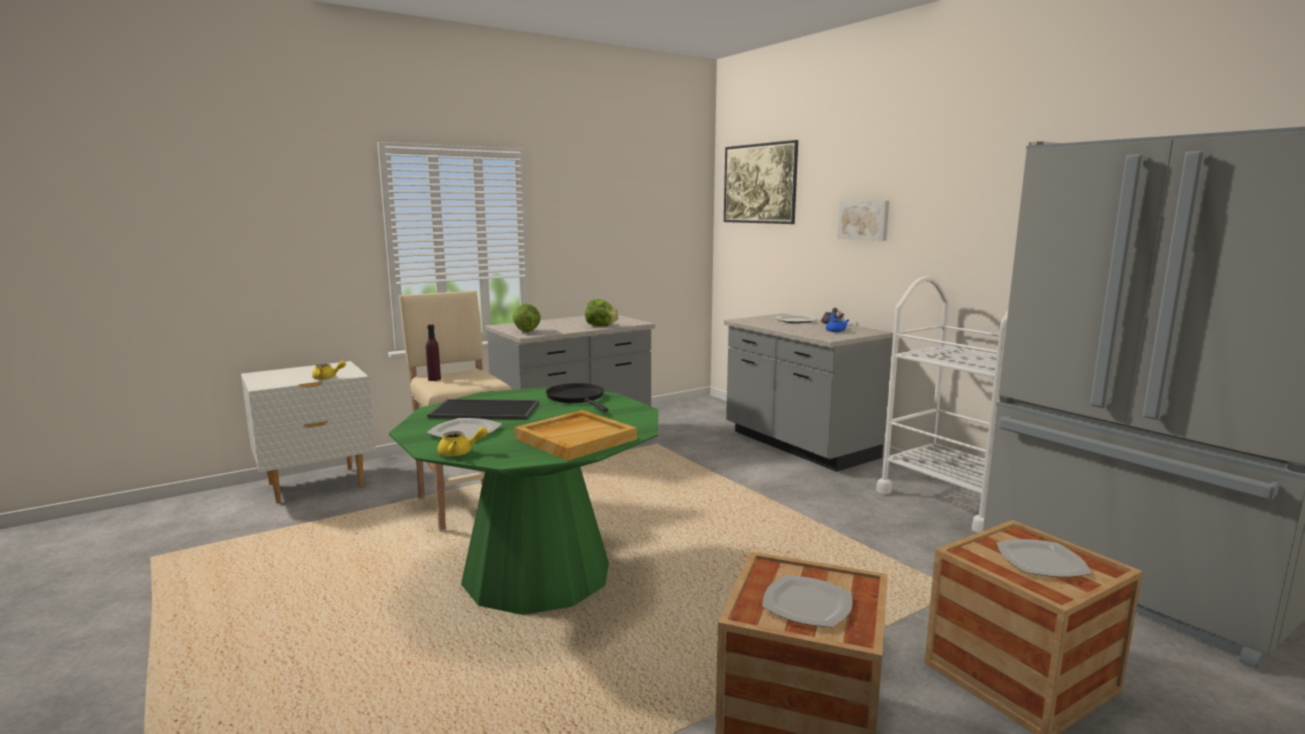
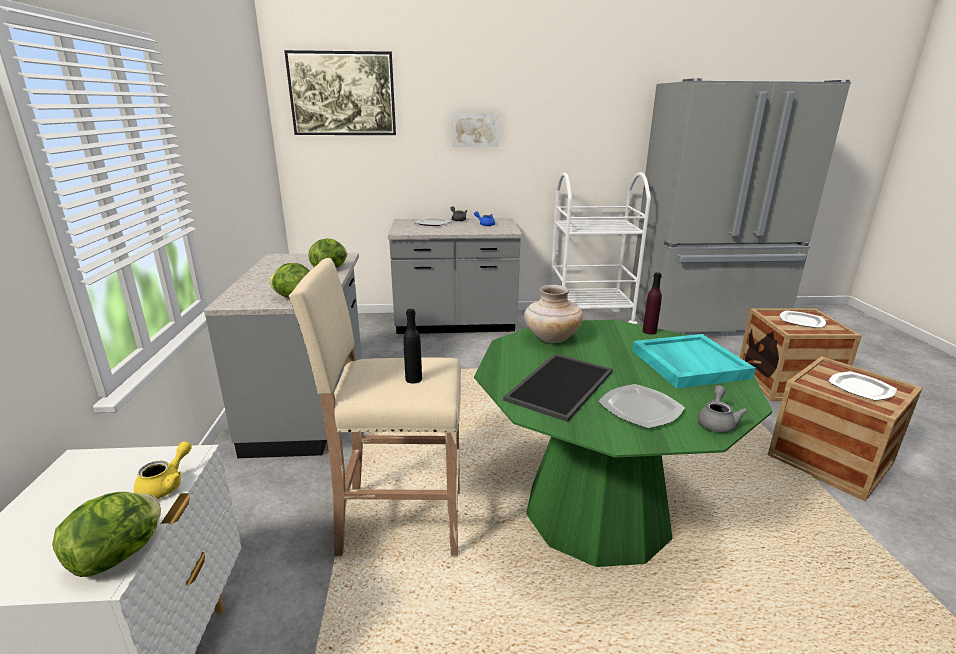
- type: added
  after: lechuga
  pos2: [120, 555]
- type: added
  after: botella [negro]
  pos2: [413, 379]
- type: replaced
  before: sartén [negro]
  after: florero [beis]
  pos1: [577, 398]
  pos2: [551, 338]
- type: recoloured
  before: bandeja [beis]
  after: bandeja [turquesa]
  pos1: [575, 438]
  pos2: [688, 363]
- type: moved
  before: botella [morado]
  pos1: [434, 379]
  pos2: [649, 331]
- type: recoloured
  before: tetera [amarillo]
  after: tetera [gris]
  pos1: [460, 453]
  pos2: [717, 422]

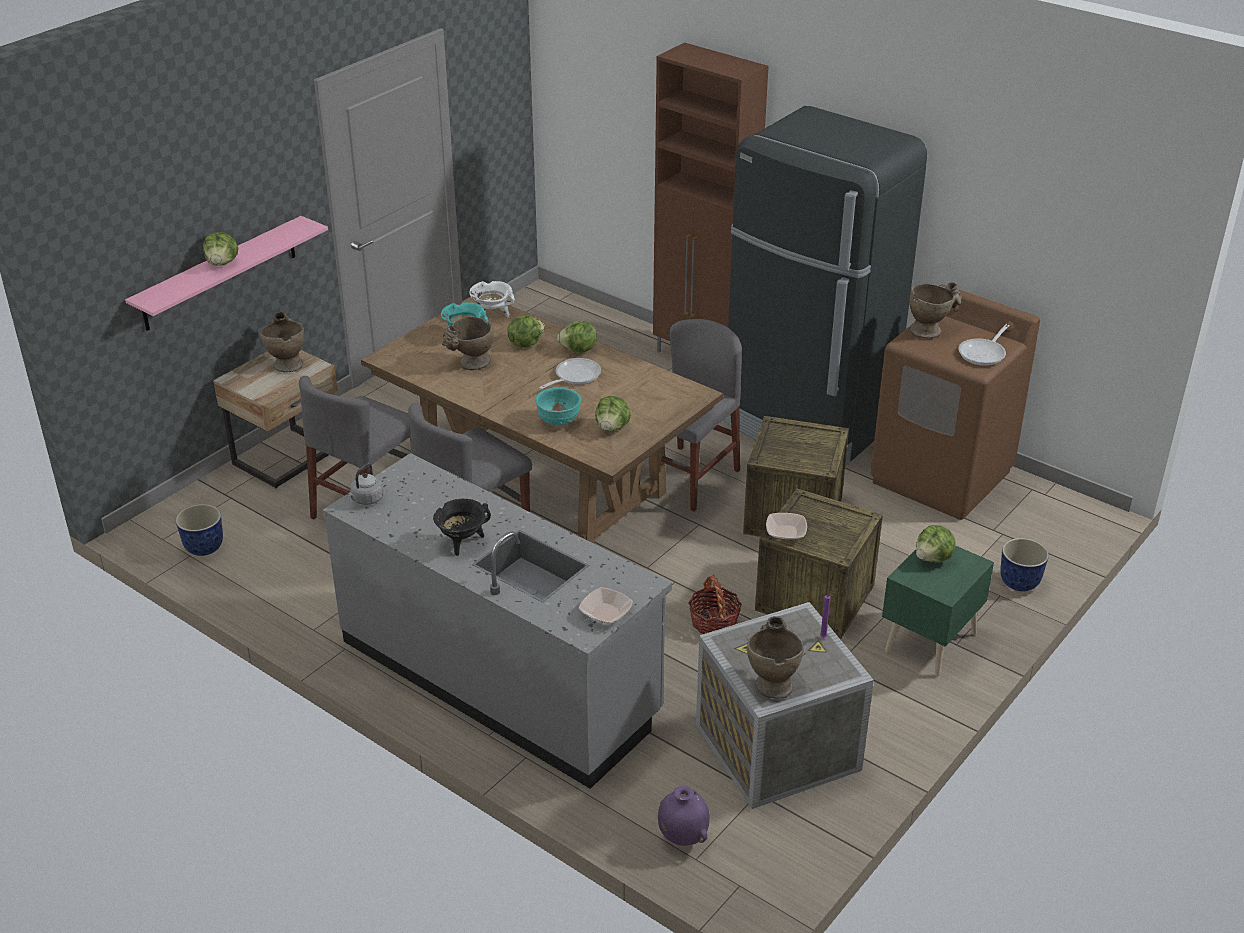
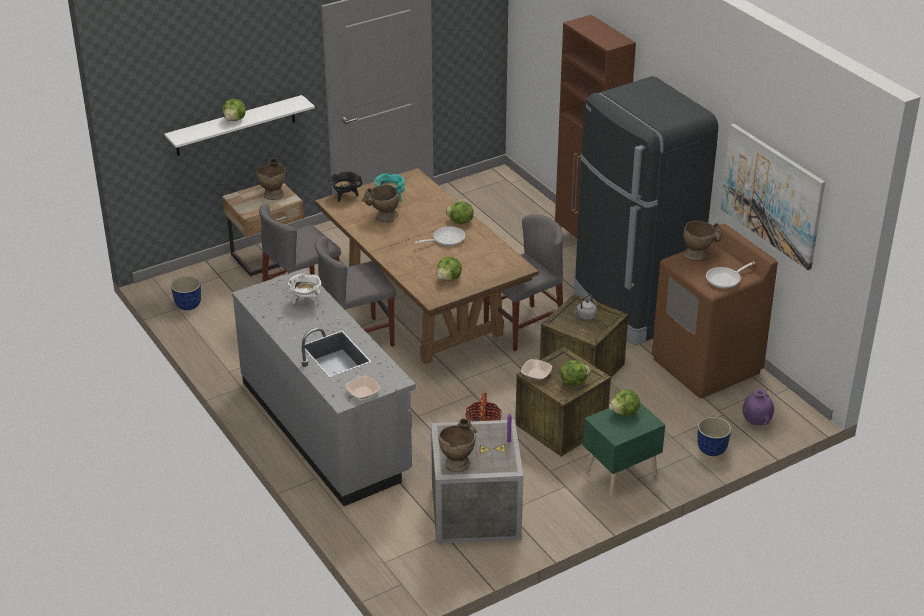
- type: recoloured
  before: estante [rosa]
  after: estante [blanco]
  pos1: [220, 273]
  pos2: [235, 126]
- type: moved
  before: olla [blanco]
  pos1: [492, 315]
  pos2: [306, 301]
- type: moved
  before: olla [negro]
  pos1: [462, 542]
  pos2: [345, 196]
- type: moved
  before: lechuga
  pos1: [525, 343]
  pos2: [574, 381]
- type: moved
  before: hervidor [gris]
  pos1: [366, 500]
  pos2: [585, 317]
- type: added
  after: cuadro
  pos2: [772, 195]
- type: moved
  before: florero [morado]
  pos1: [682, 836]
  pos2: [756, 422]
- type: removed
  before: cuenco [turquesa]
  pos1: [559, 421]

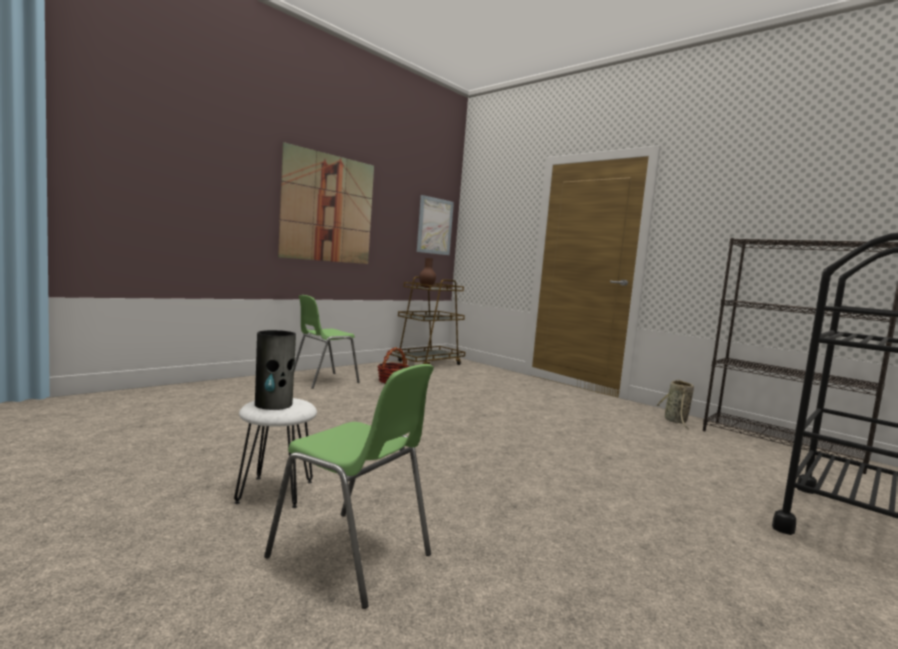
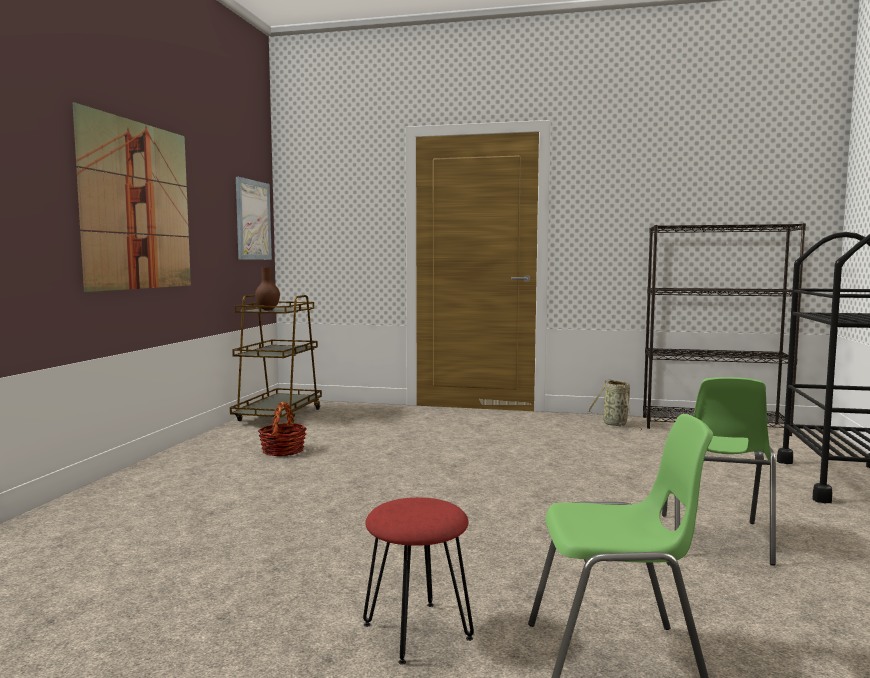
- type: recoloured
  before: taburete [blanco]
  after: taburete [rojo]
  pos1: [275, 492]
  pos2: [417, 632]
- type: moved
  before: silla [verde]
  pos1: [323, 381]
  pos2: [714, 539]
- type: removed
  before: florero
  pos1: [274, 404]

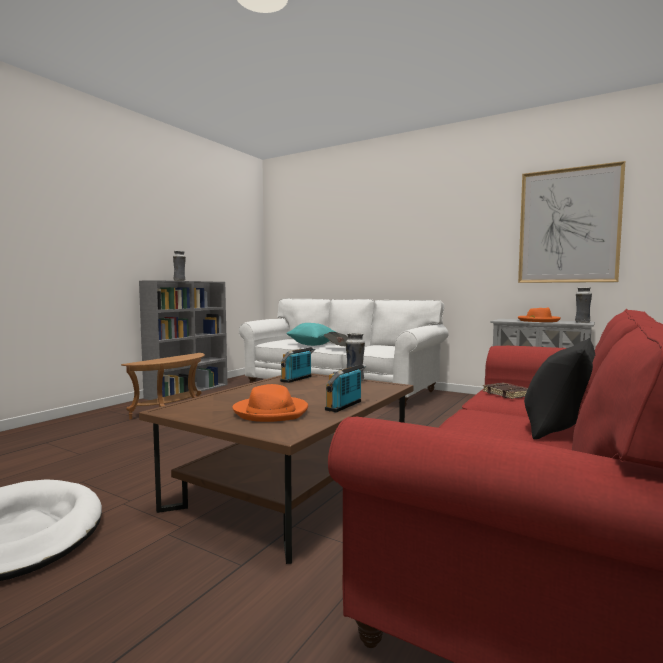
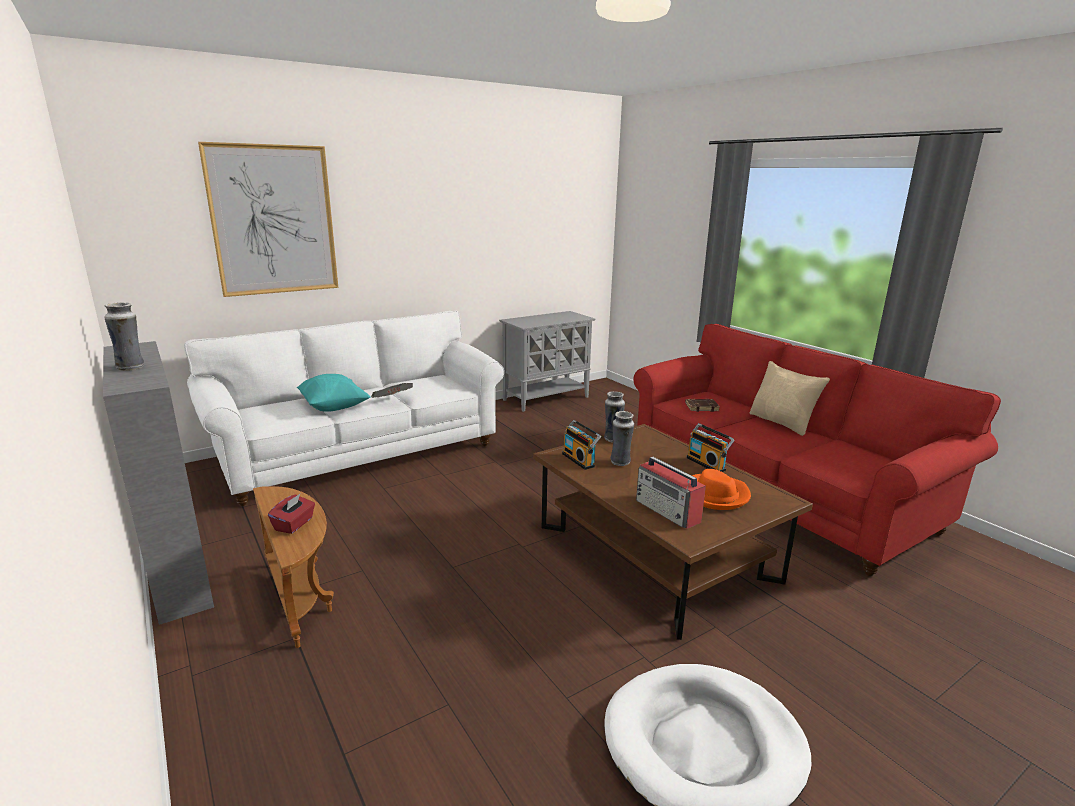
- type: moved
  before: cuadro
  pos1: [568, 226]
  pos2: [273, 220]
- type: added
  after: caja de pañuelos [rojo]
  pos2: [294, 524]
- type: moved
  before: florero
  pos1: [582, 322]
  pos2: [620, 462]
- type: added
  after: radio
  pos2: [668, 511]
- type: recoloured
  before: cojín [negro]
  after: cojín [beis]
  pos1: [560, 429]
  pos2: [782, 423]
- type: removed
  before: sombrero [naranja]
  pos1: [538, 321]

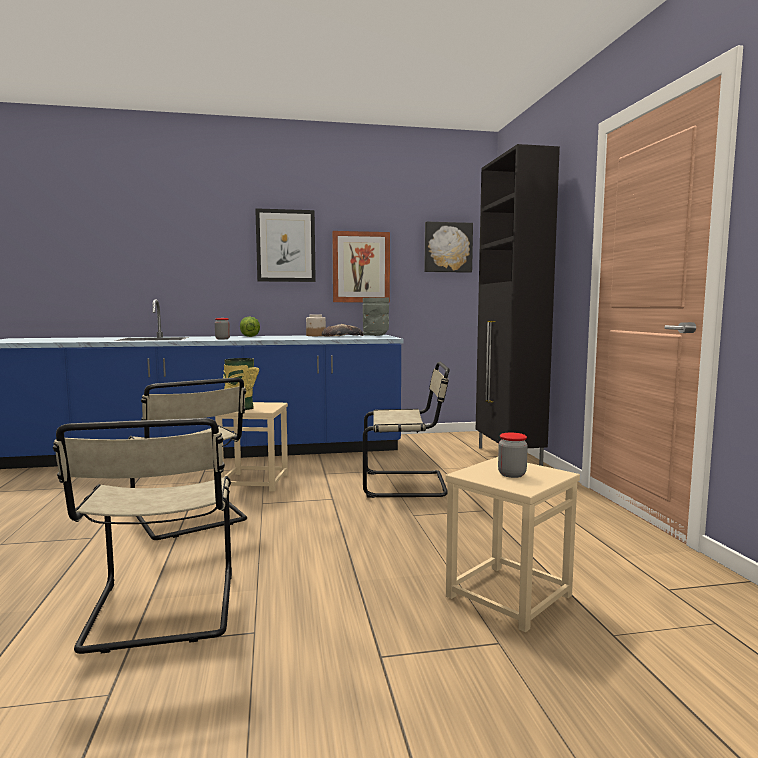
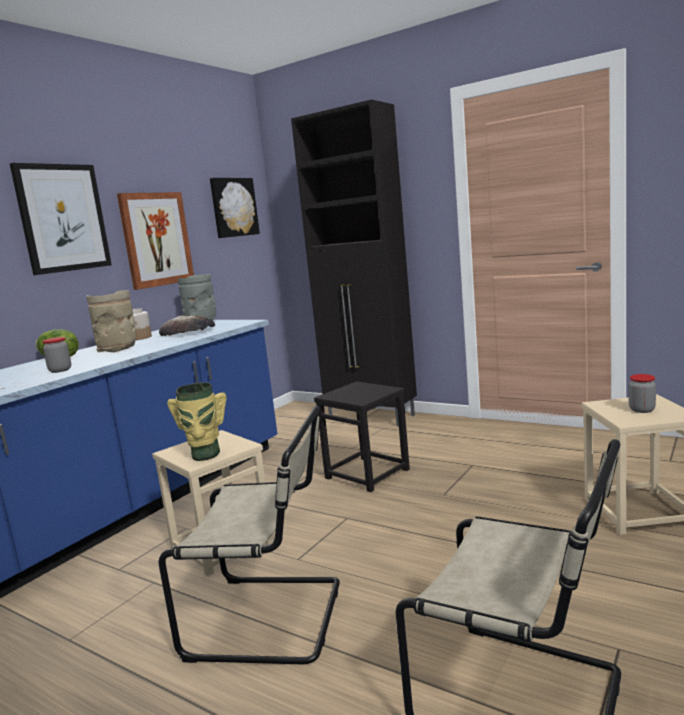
- type: added
  after: florero [beis]
  pos2: [118, 350]
- type: replaced
  before: silla [beis]
  after: taburete [negro]
  pos1: [408, 484]
  pos2: [367, 473]

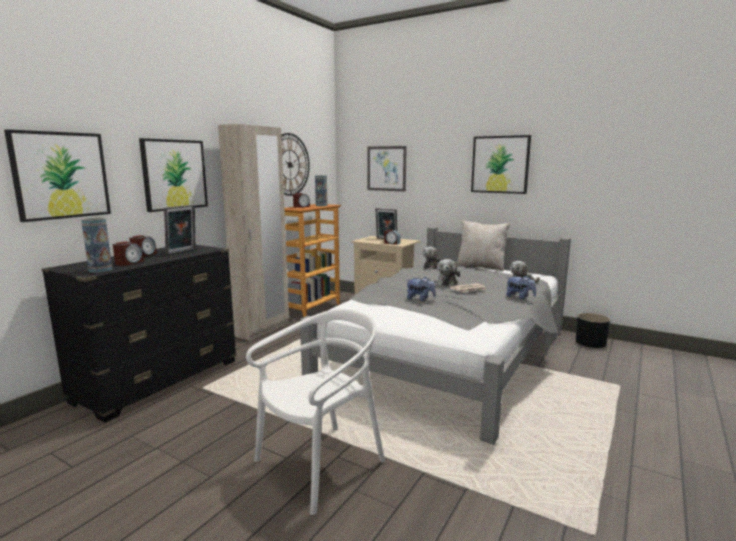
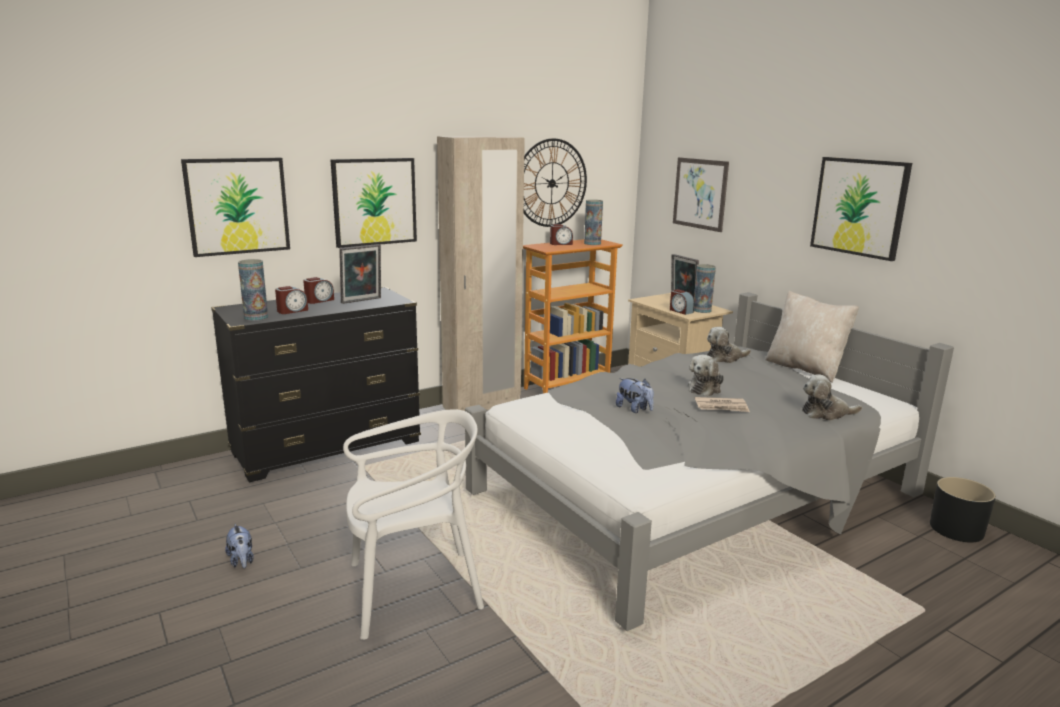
- type: moved
  before: peluche
  pos1: [519, 297]
  pos2: [241, 561]
- type: added
  after: florero
  pos2: [702, 310]

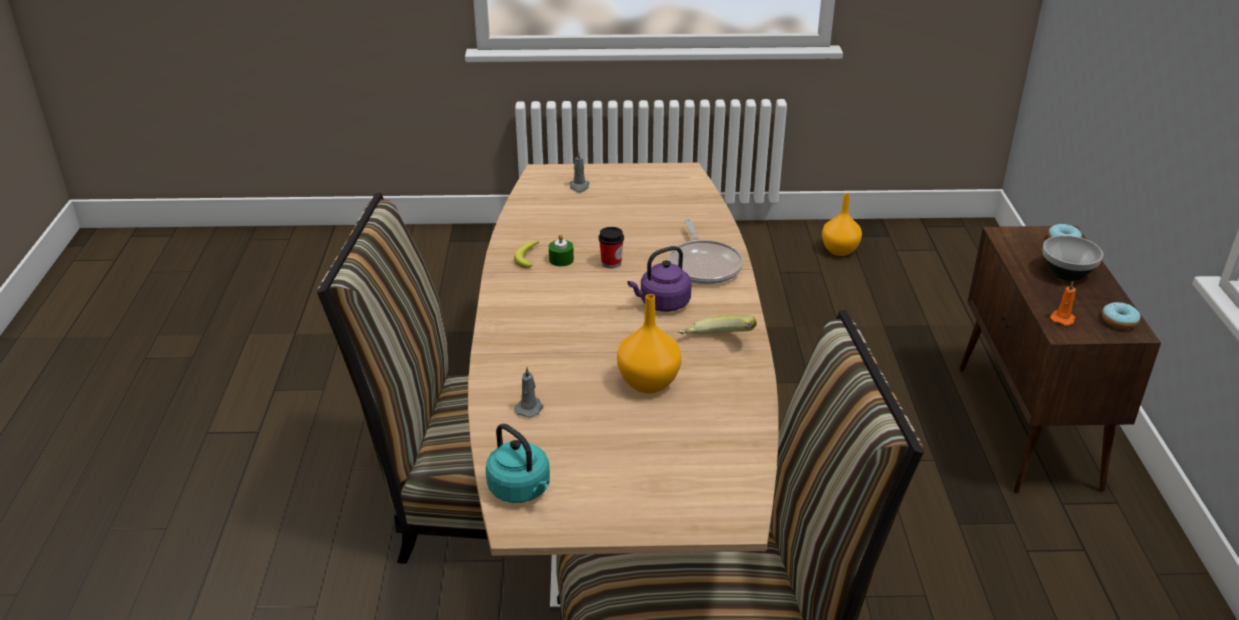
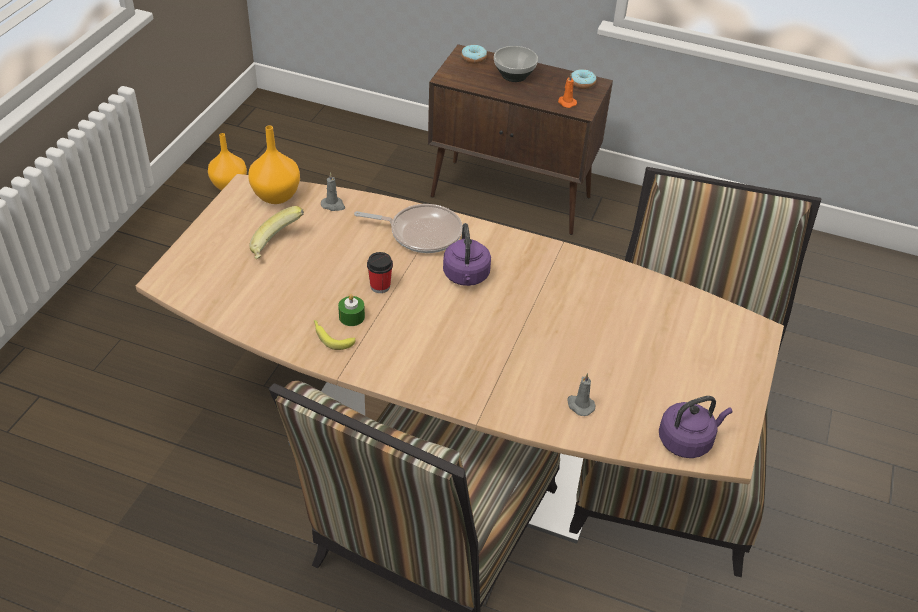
- type: moved
  before: florero [naranja]
  pos1: [648, 382]
  pos2: [275, 195]
- type: moved
  before: plátano
  pos1: [716, 343]
  pos2: [277, 247]
- type: moved
  before: vela [gris]
  pos1: [579, 187]
  pos2: [333, 205]
- type: recoloured
  before: hervidor [turquesa]
  after: hervidor [morado]
  pos1: [521, 490]
  pos2: [687, 440]

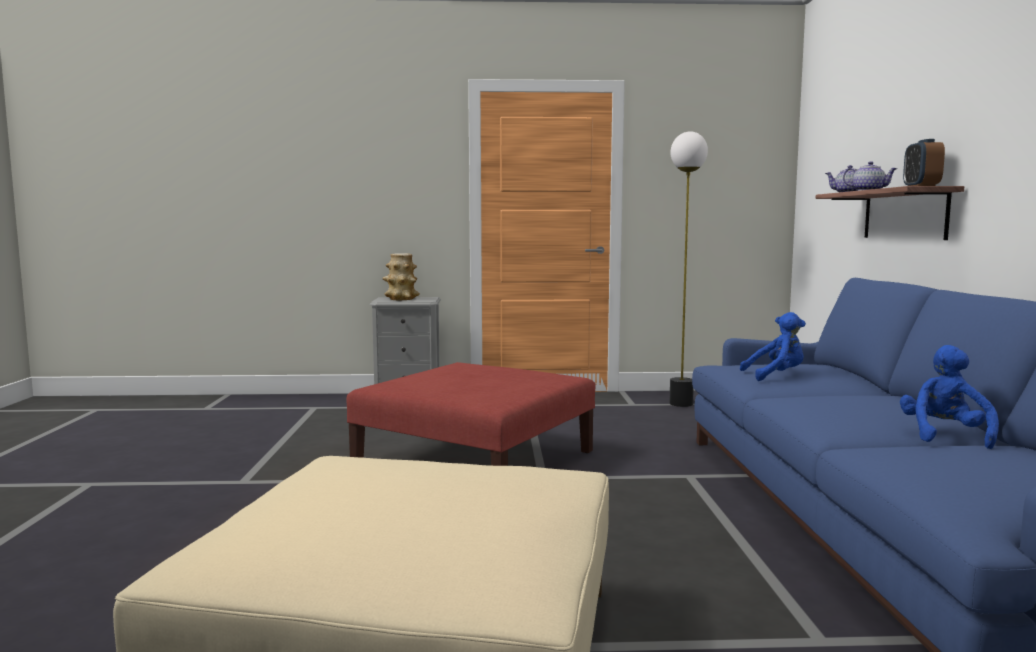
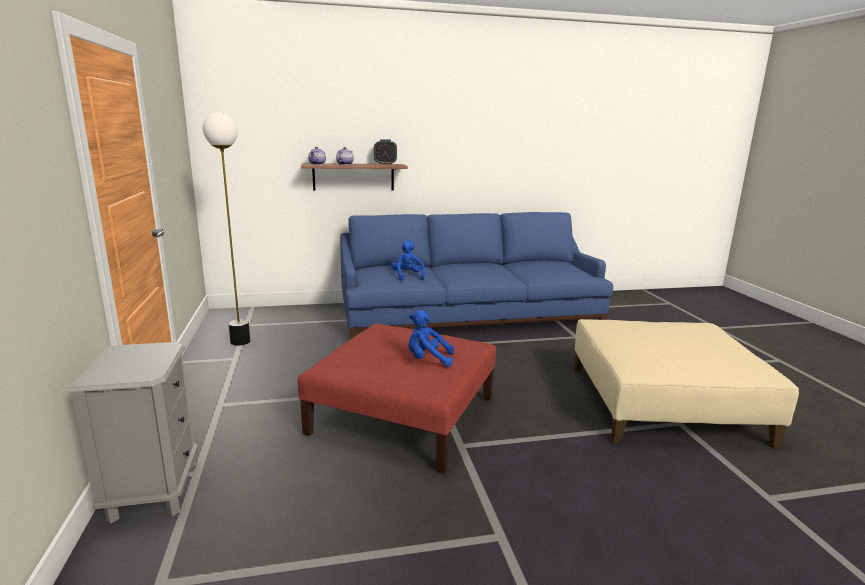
- type: moved
  before: peluche [azul]
  pos1: [944, 435]
  pos2: [428, 360]
- type: removed
  before: florero
  pos1: [401, 299]

